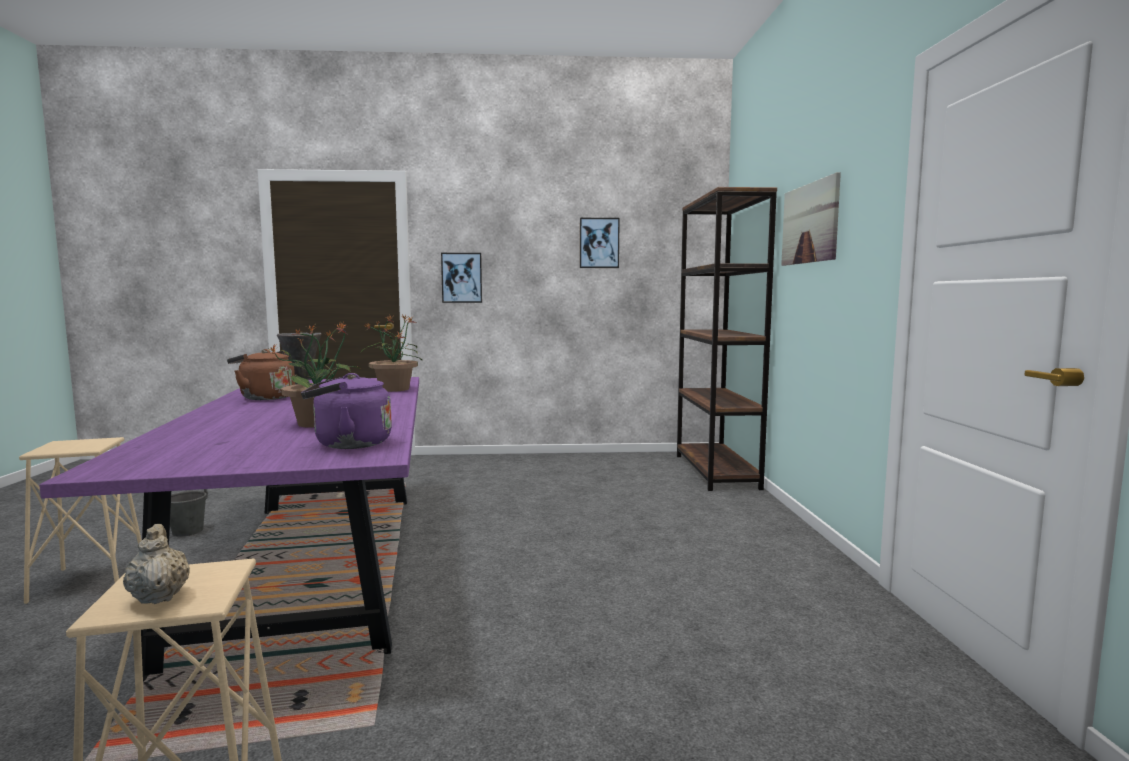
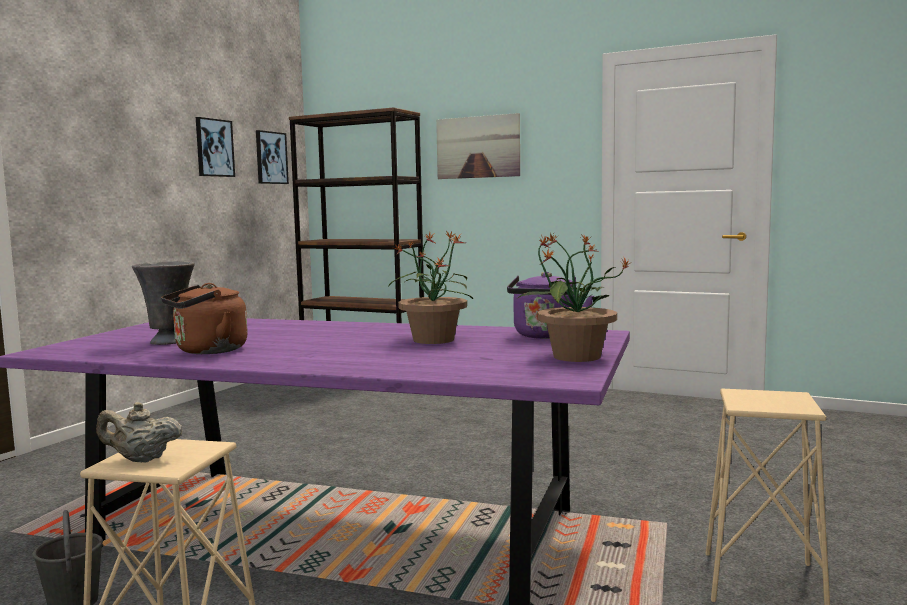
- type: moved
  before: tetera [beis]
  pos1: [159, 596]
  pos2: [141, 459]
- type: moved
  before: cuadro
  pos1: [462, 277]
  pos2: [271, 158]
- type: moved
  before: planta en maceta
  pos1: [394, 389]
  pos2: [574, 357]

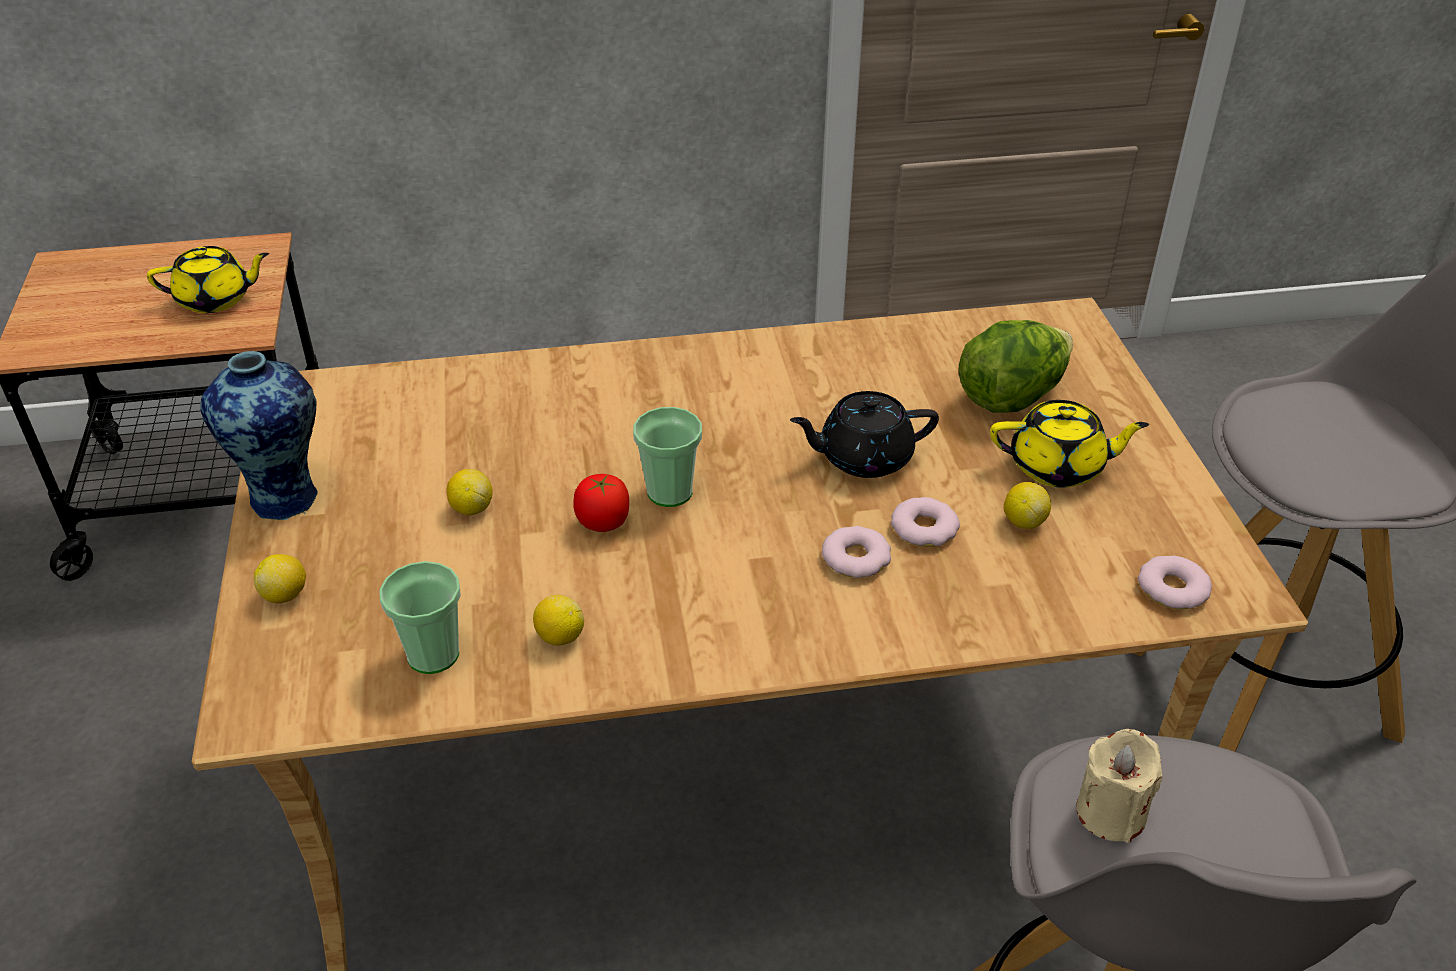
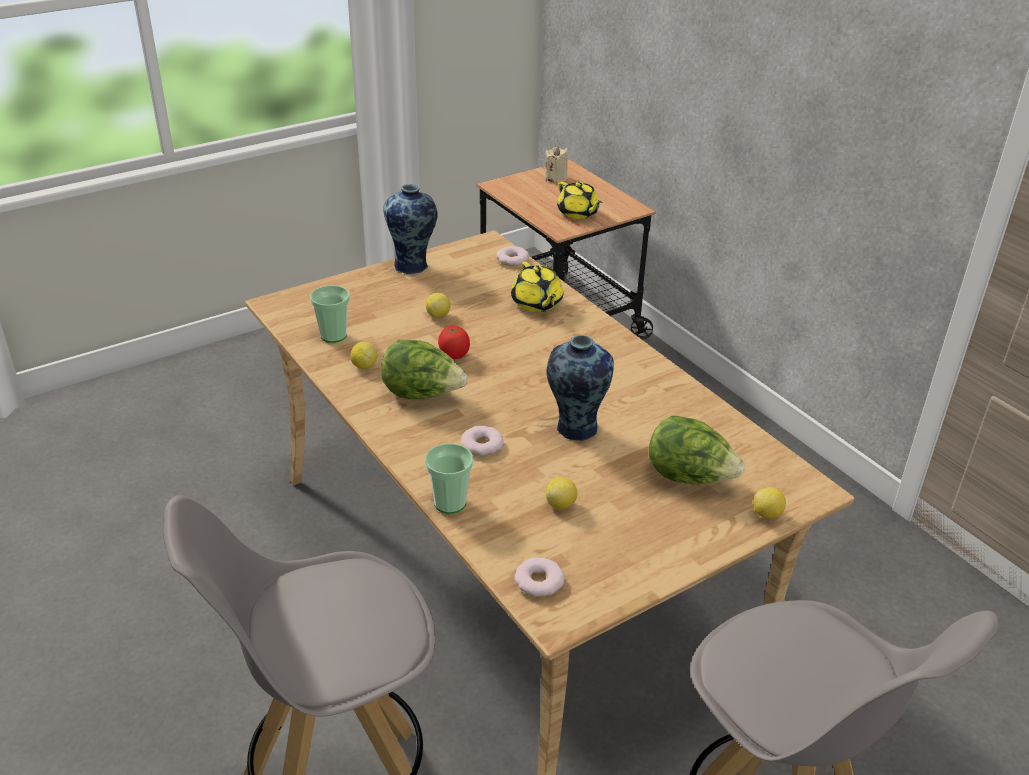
- type: added
  after: lechuga
  pos2: [422, 394]
- type: moved
  before: taza
  pos1: [670, 492]
  pos2: [450, 503]
- type: moved
  before: rosquilla
  pos1: [924, 528]
  pos2: [512, 260]
- type: moved
  before: tetera [amarillo]
  pos1: [1058, 467]
  pos2: [537, 303]
- type: moved
  before: vela [beis]
  pos1: [1110, 812]
  pos2: [555, 178]
- type: replaced
  before: tetera [negro]
  after: florero
  pos1: [863, 457]
  pos2: [575, 428]
- type: moved
  before: limón
  pos1: [285, 595]
  pos2: [767, 514]

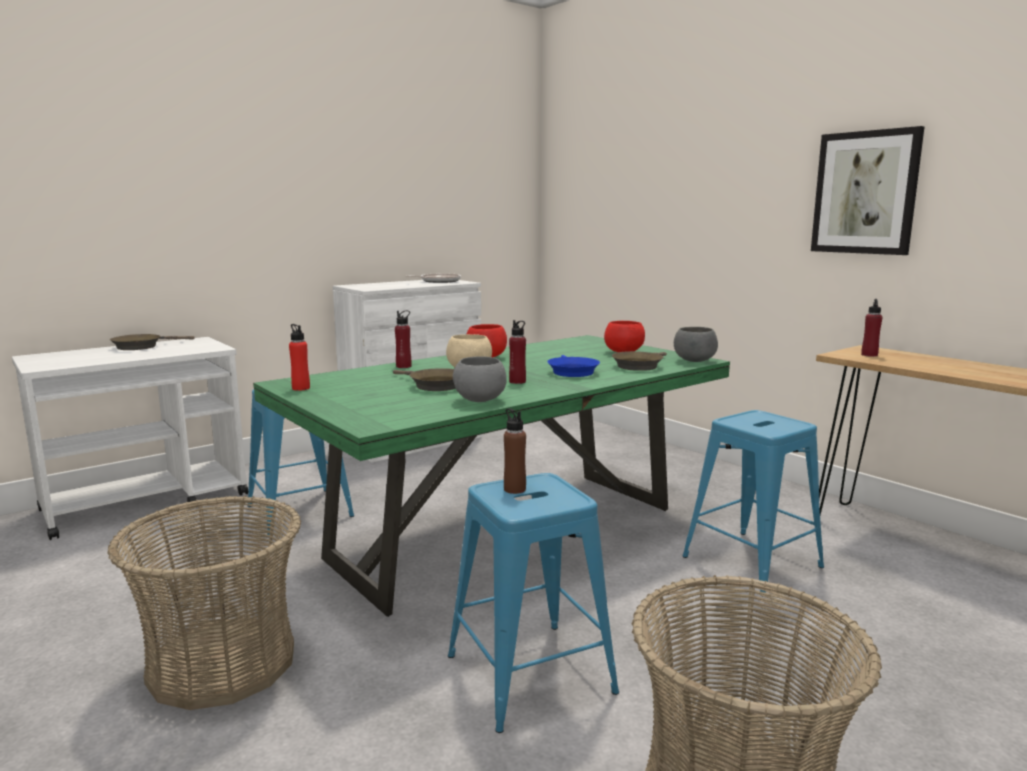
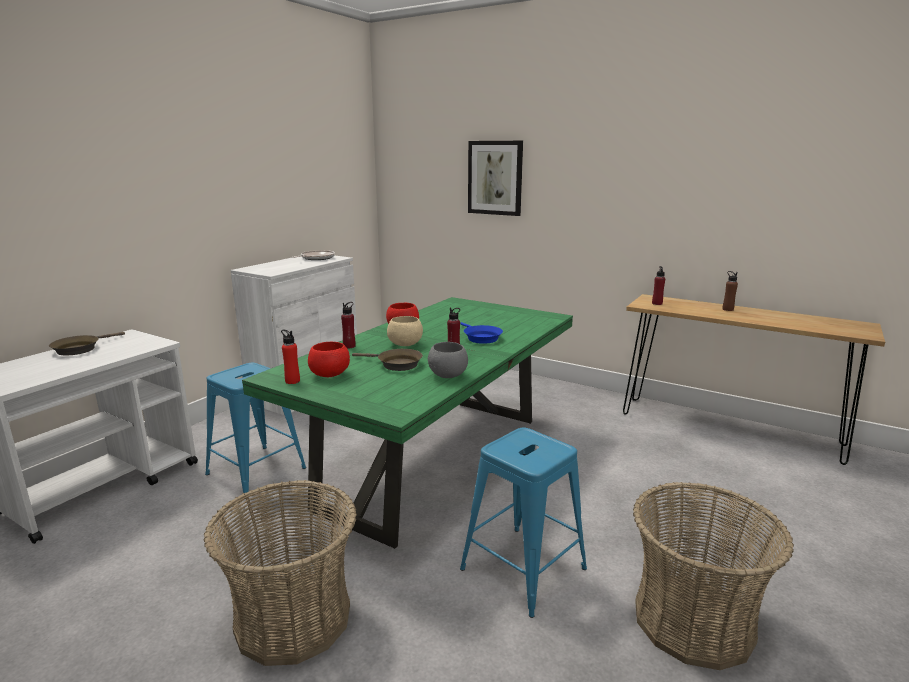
- type: moved
  before: cuenco [rojo]
  pos1: [624, 352]
  pos2: [330, 375]
- type: moved
  before: cuadro
  pos1: [865, 193]
  pos2: [495, 178]
- type: moved
  before: botella [marrón]
  pos1: [514, 489]
  pos2: [727, 309]
- type: removed
  before: sartén [marrón]
  pos1: [639, 366]
- type: removed
  before: cuenco [gris]
  pos1: [694, 361]
- type: removed
  before: taburete [azul]
  pos1: [751, 561]

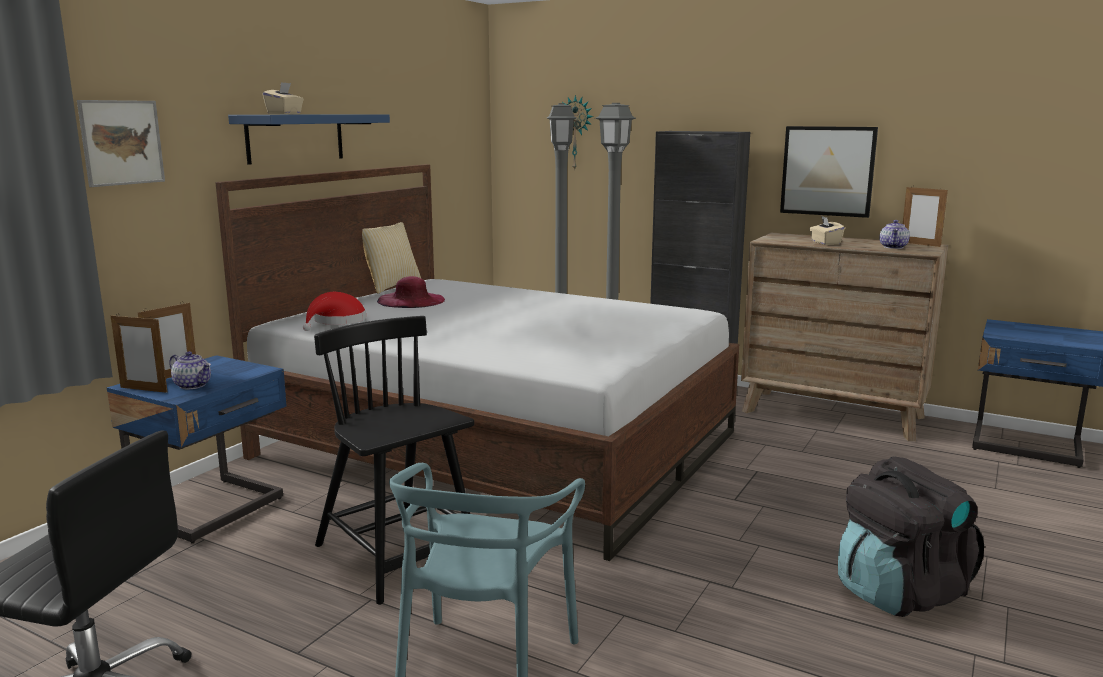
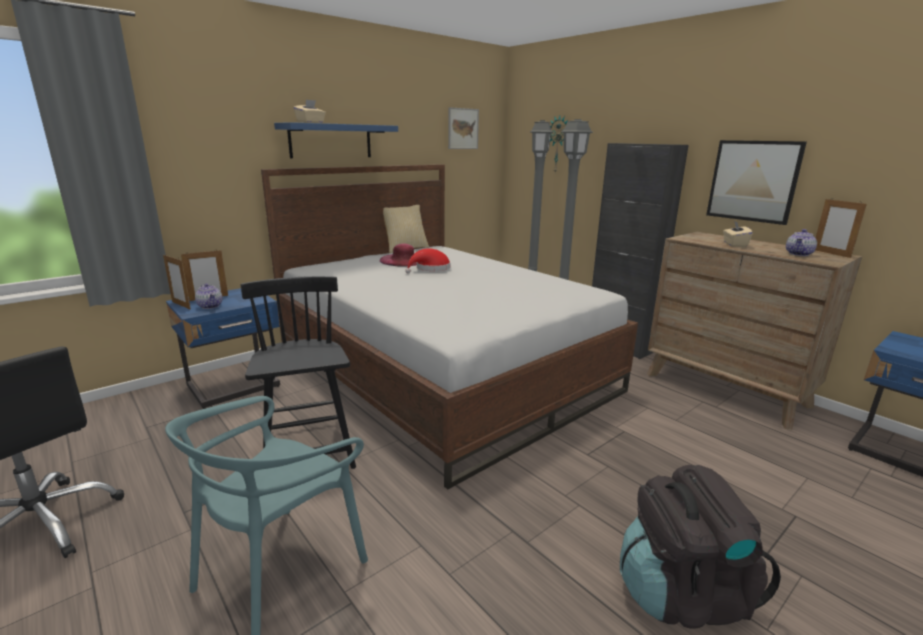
- type: moved
  before: sombrero [rojo]
  pos1: [337, 321]
  pos2: [430, 269]
- type: moved
  before: cuadro
  pos1: [121, 142]
  pos2: [463, 128]

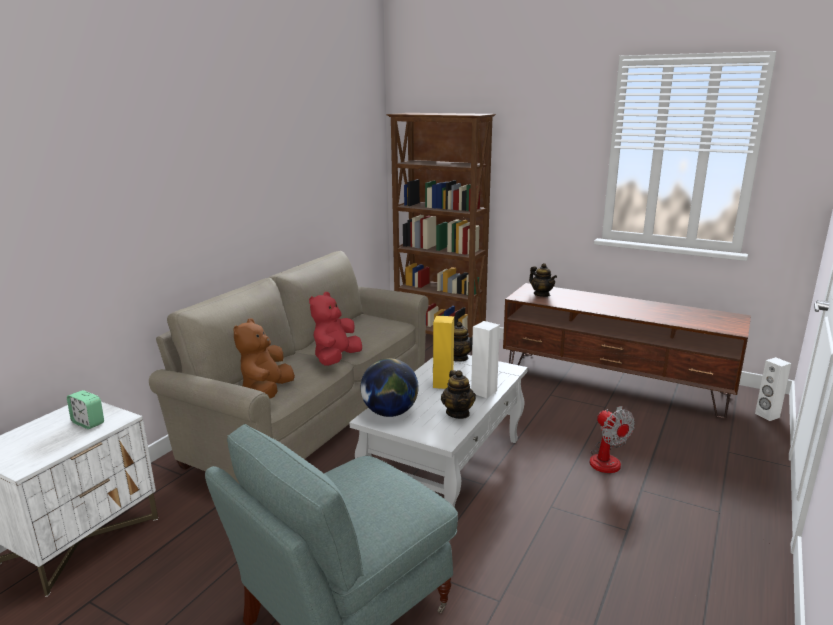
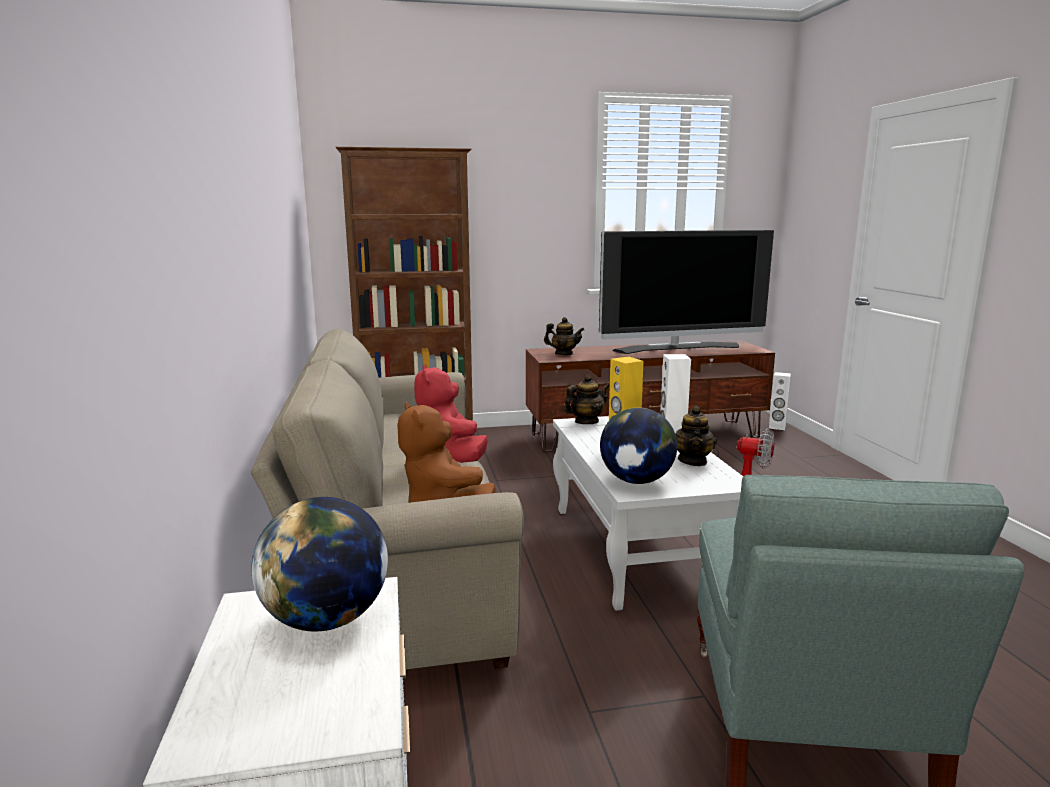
- type: replaced
  before: despertador
  after: globo terráqueo
  pos1: [88, 423]
  pos2: [326, 619]
- type: added
  after: televisor
  pos2: [678, 348]
- type: turned
  before: tetera
  pos1: [458, 413]
  pos2: [693, 461]
  turn: 60

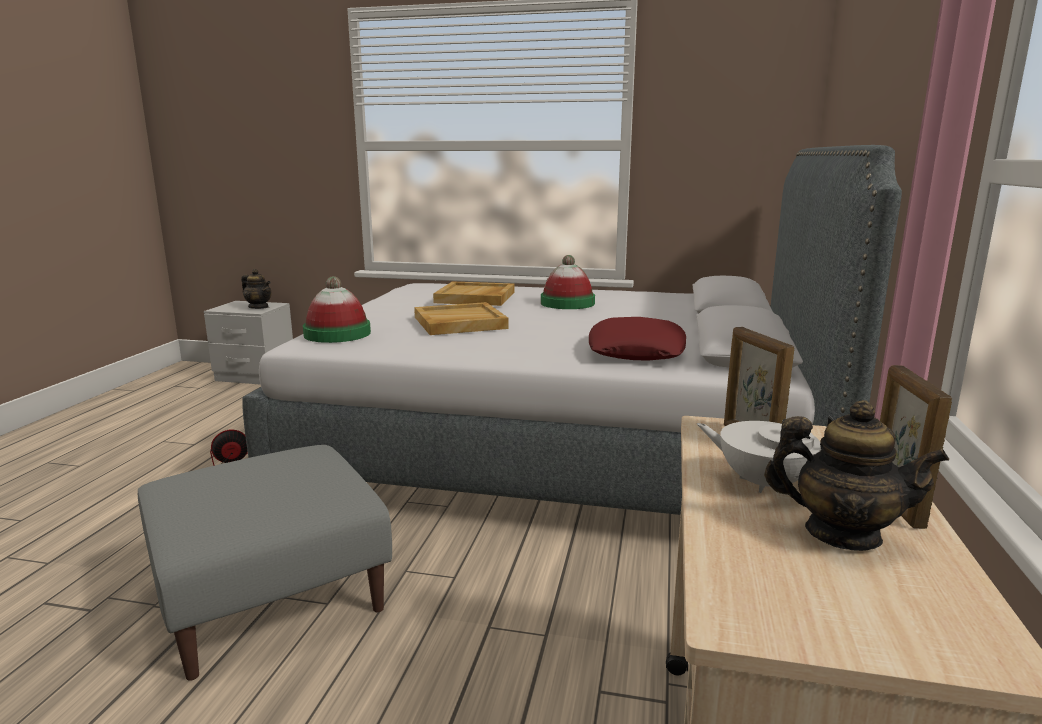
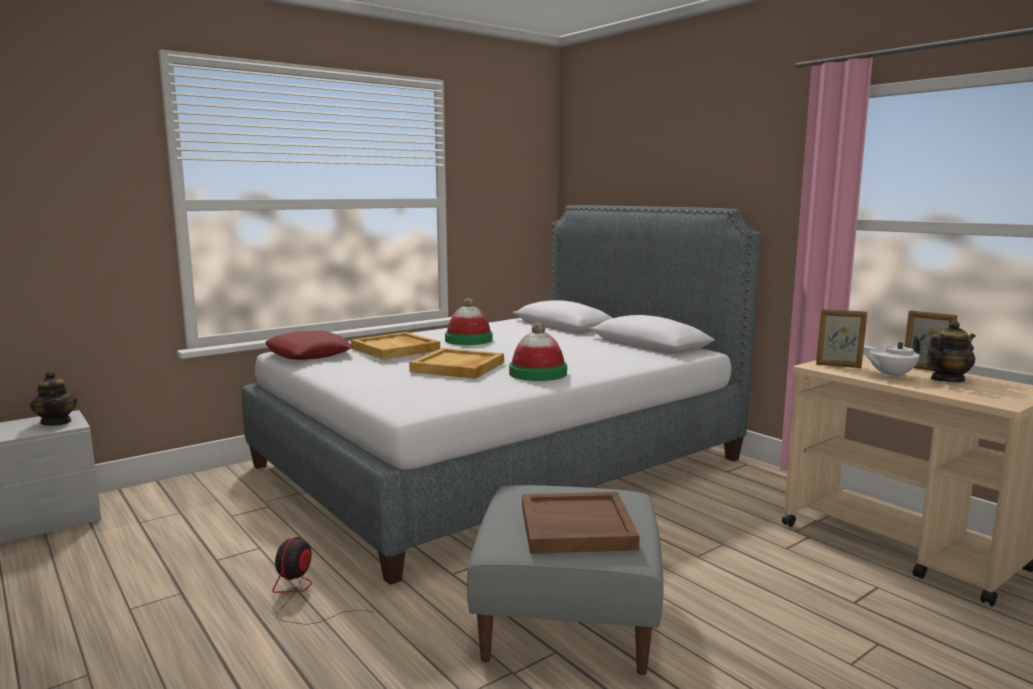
- type: turned
  before: tetera
  pos1: [259, 307]
  pos2: [56, 422]
  turn: 75
- type: moved
  before: cojín [rojo]
  pos1: [636, 350]
  pos2: [309, 354]
- type: moved
  before: sombrero
  pos1: [337, 334]
  pos2: [538, 373]
- type: added
  after: bandeja [marrón]
  pos2: [575, 527]

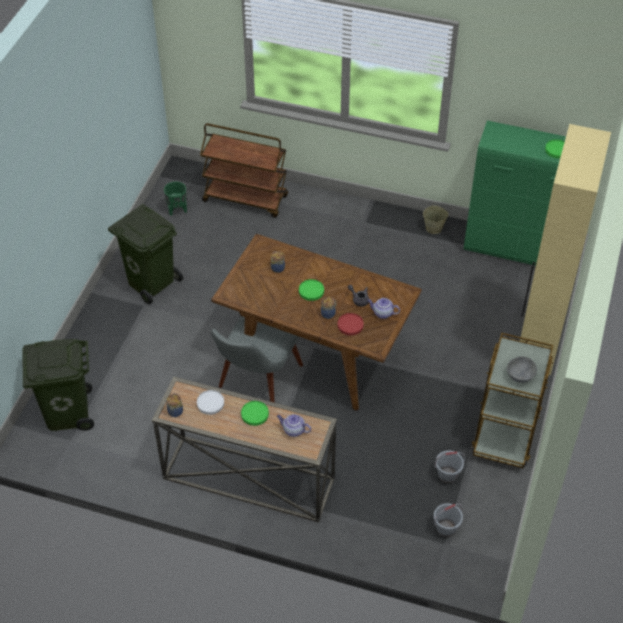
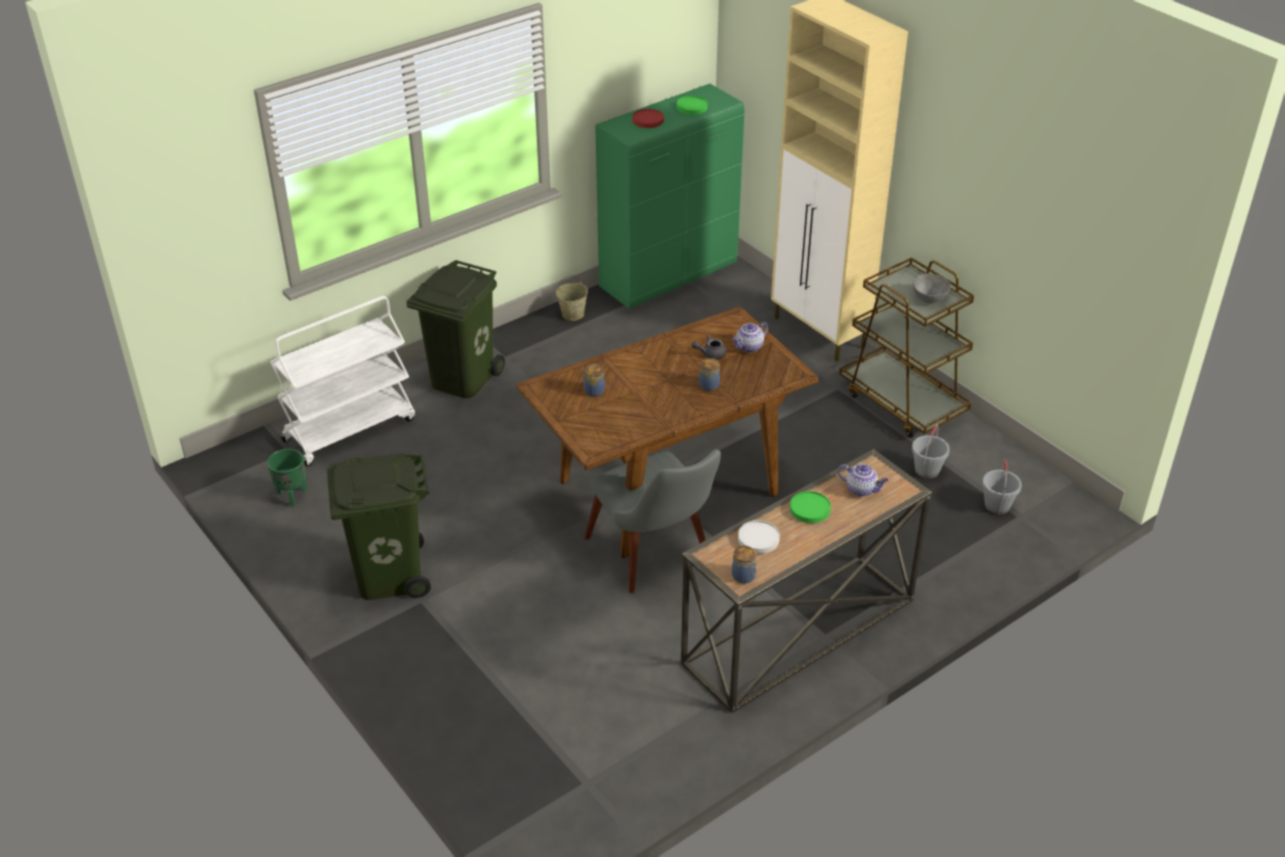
- type: recoloured
  before: carrito [marrón]
  after: carrito [blanco]
  pos1: [246, 199]
  pos2: [350, 429]
- type: moved
  before: papelera [verde]
  pos1: [67, 412]
  pos2: [461, 378]
- type: moved
  before: plato [rojo]
  pos1: [350, 325]
  pos2: [648, 120]
- type: turned
  before: tetera
  pos1: [293, 430]
  pos2: [861, 489]
  turn: -120
- type: removed
  before: plato [verde]
  pos1: [311, 291]

